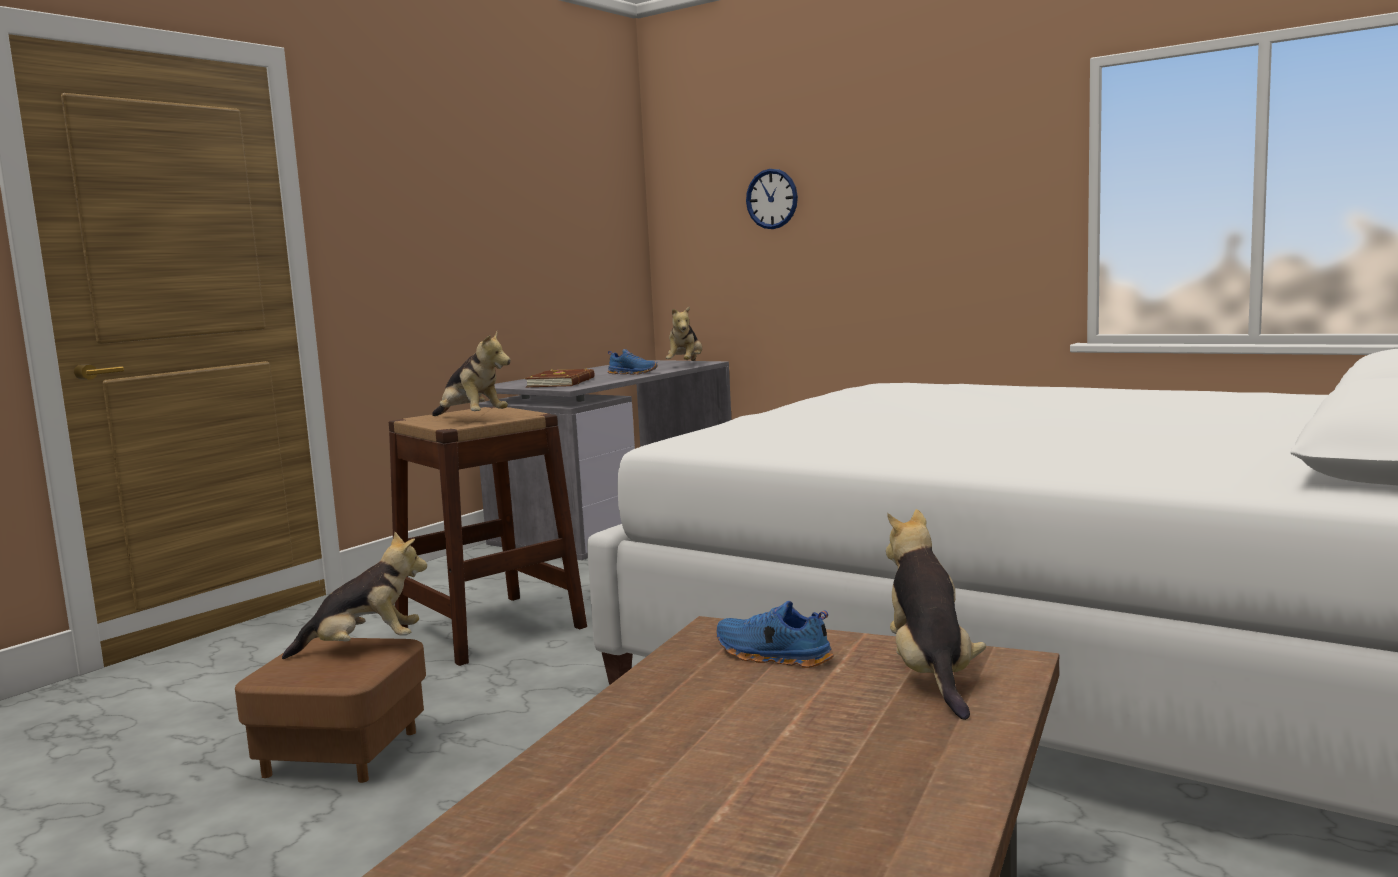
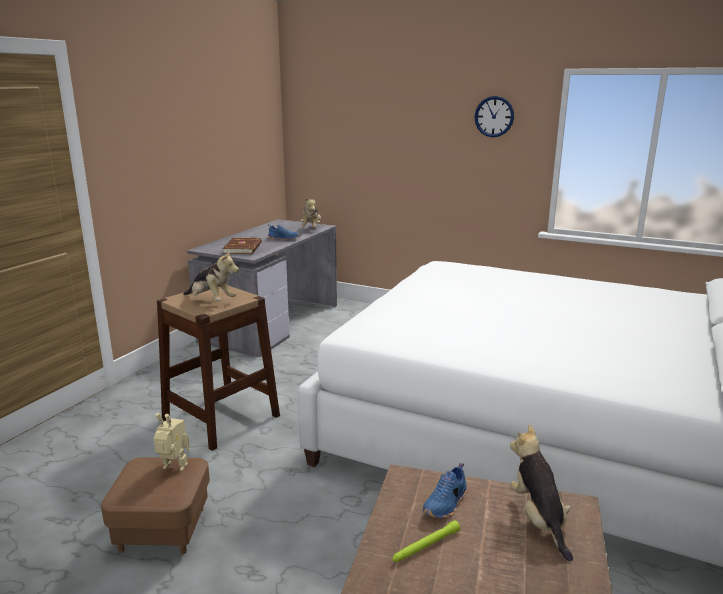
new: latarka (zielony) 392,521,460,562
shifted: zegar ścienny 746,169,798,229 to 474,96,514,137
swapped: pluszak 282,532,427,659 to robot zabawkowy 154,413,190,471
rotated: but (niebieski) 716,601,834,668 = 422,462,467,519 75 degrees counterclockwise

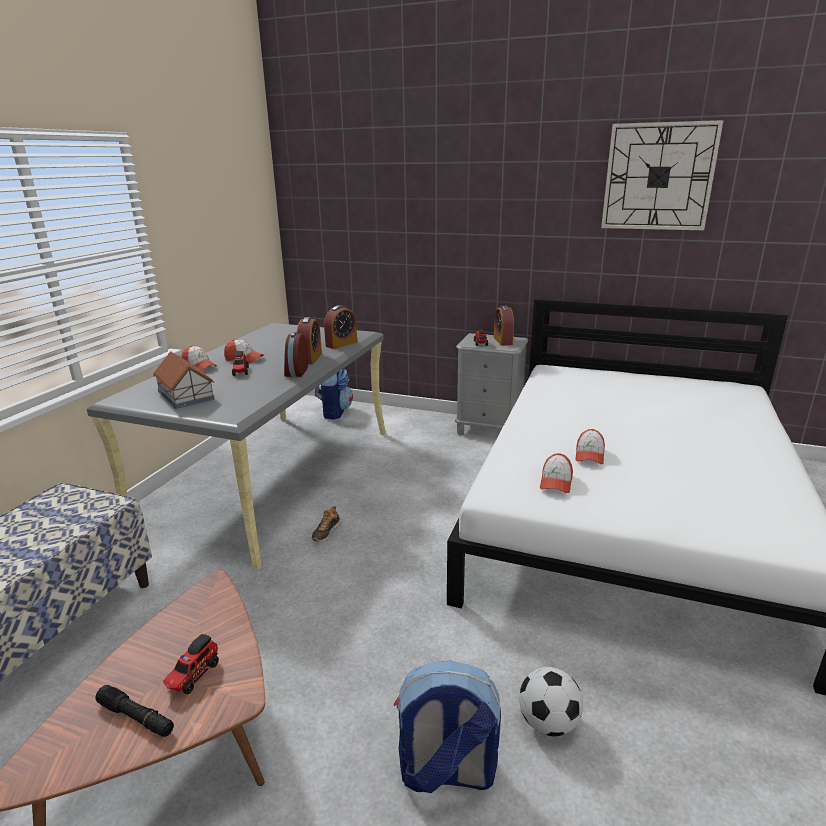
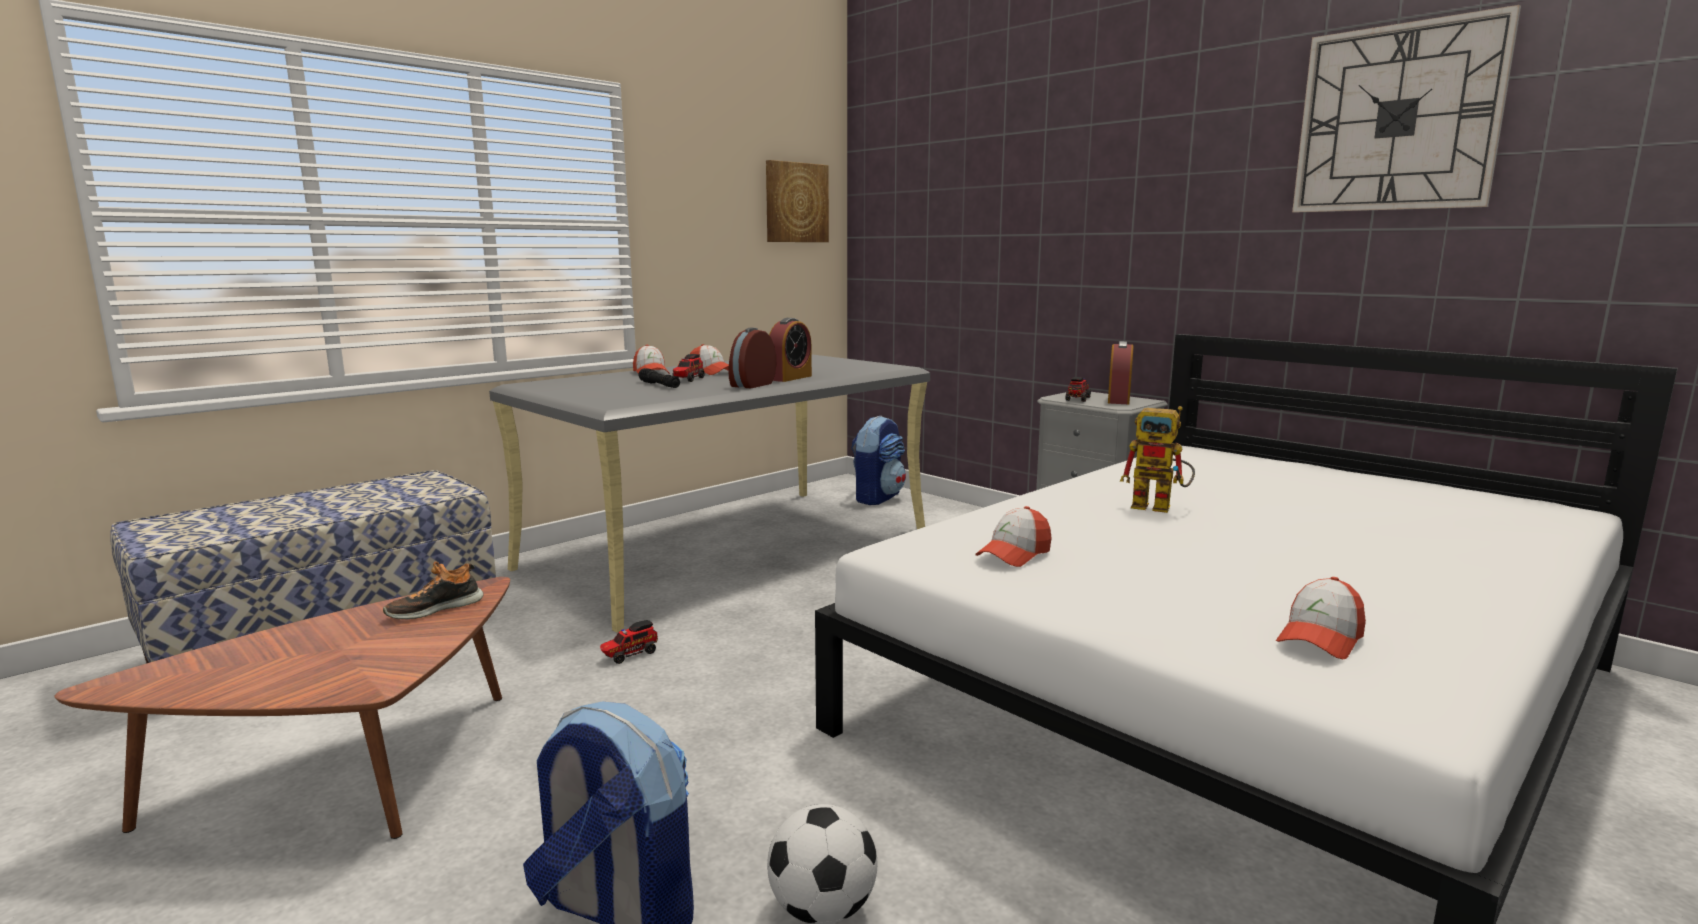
gone: domek 153,351,215,409; budzik 324,305,357,349
new: obraz 766,160,829,242; robot zabawkowy 1120,406,1195,513
shifted: latarka (czarny) 95,685,174,737 to 638,368,680,388; ciężarówka zabawkowa 163,634,219,694 to 600,620,658,664; but 312,506,342,542 to 383,562,483,619; czapka z daszkiem 575,429,605,464 to 1276,577,1366,659

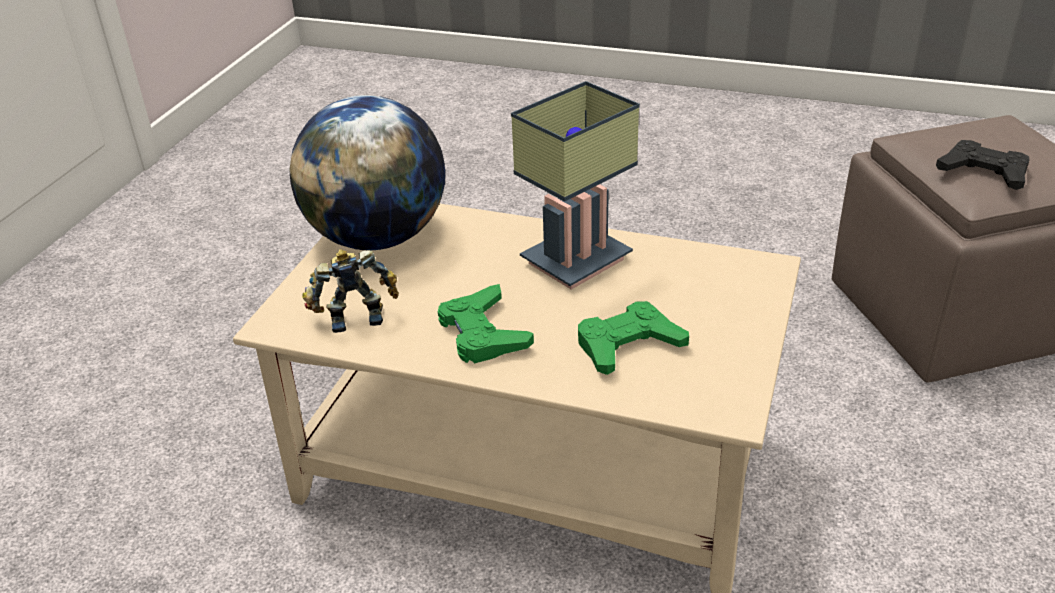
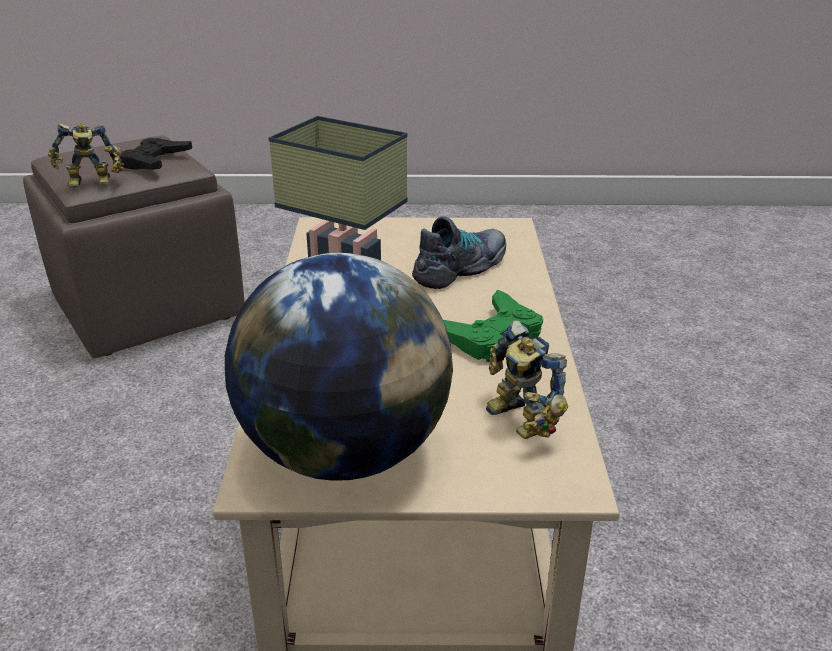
new: robot zabawkowy 48,123,124,188
swapped: pad do gier (zielony) 578,301,689,375 to but 412,216,506,289

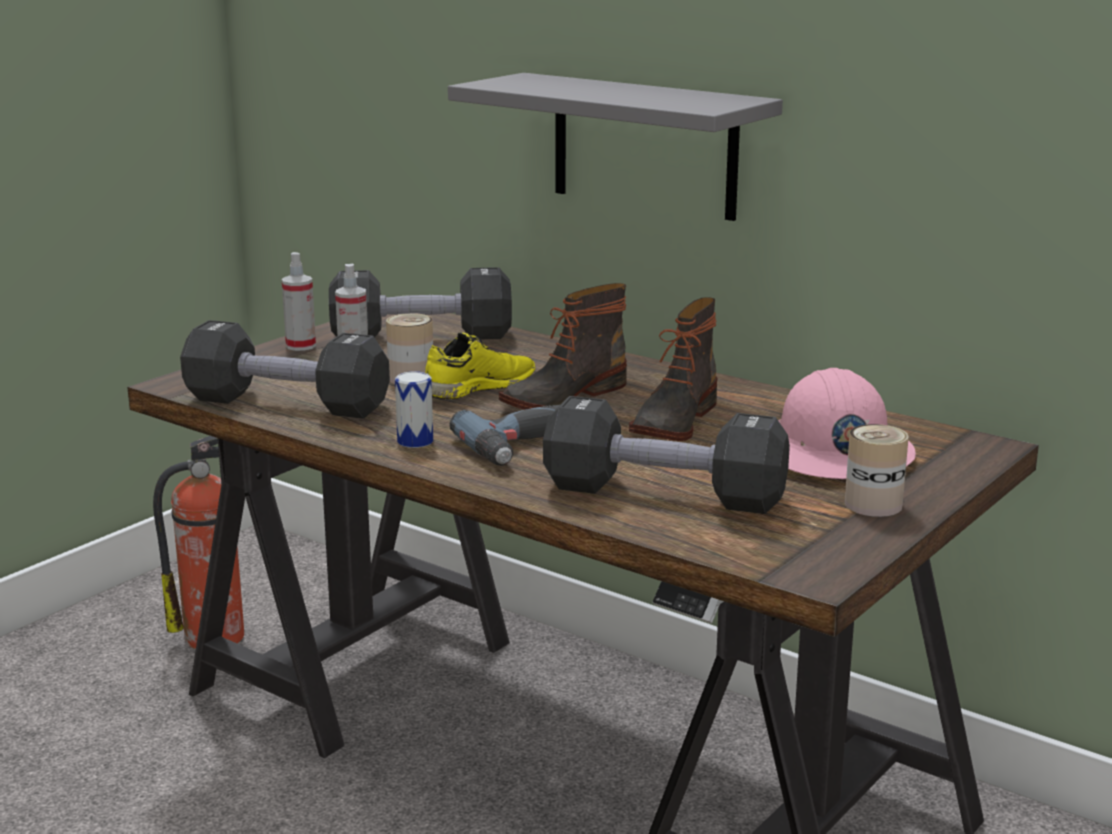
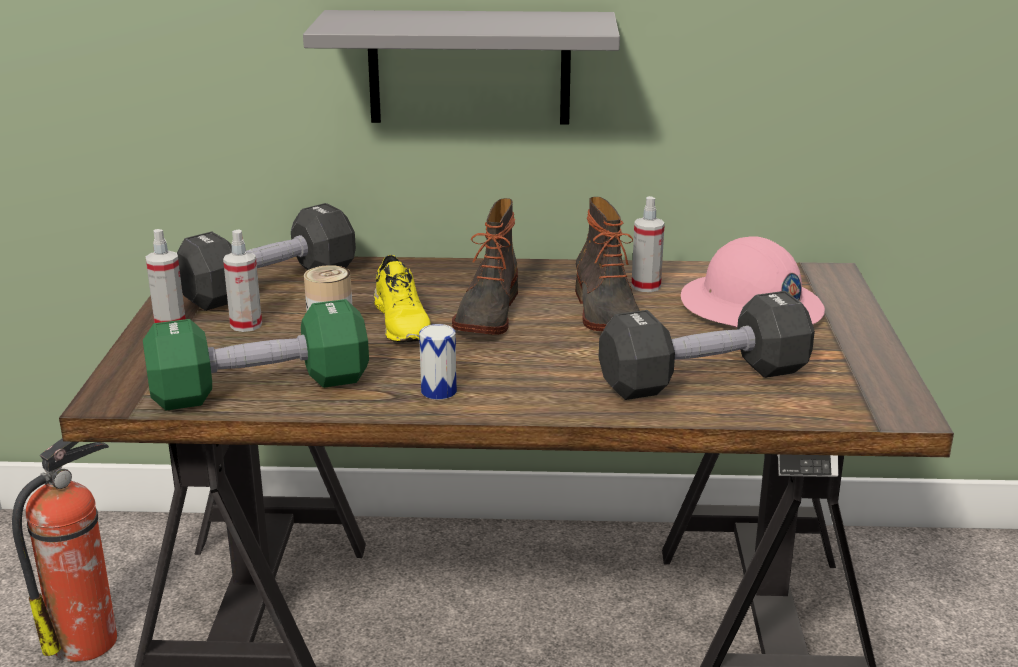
gone: wiertarka 449,405,560,466; puszka 845,424,909,517
new: spryskiwacz 631,196,665,292
repainted: hantel (czarny) 180,320,390,419 to hantel (zielony) 143,299,369,411
rotated: but (żółty) 425,332,535,399 = 374,255,431,342 150 degrees clockwise

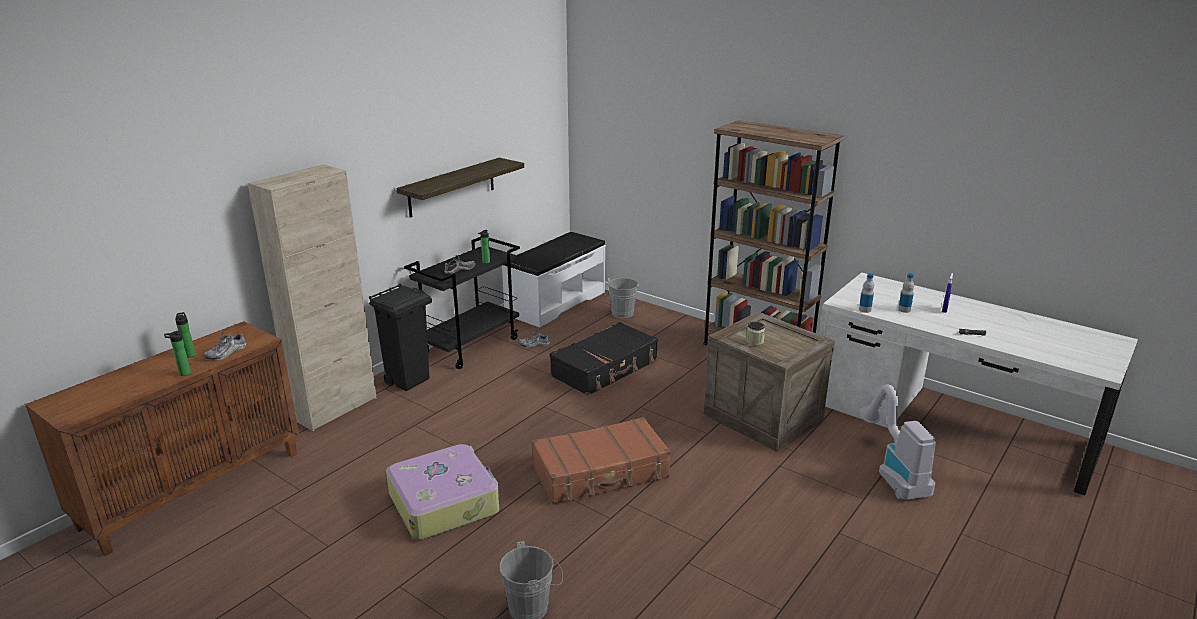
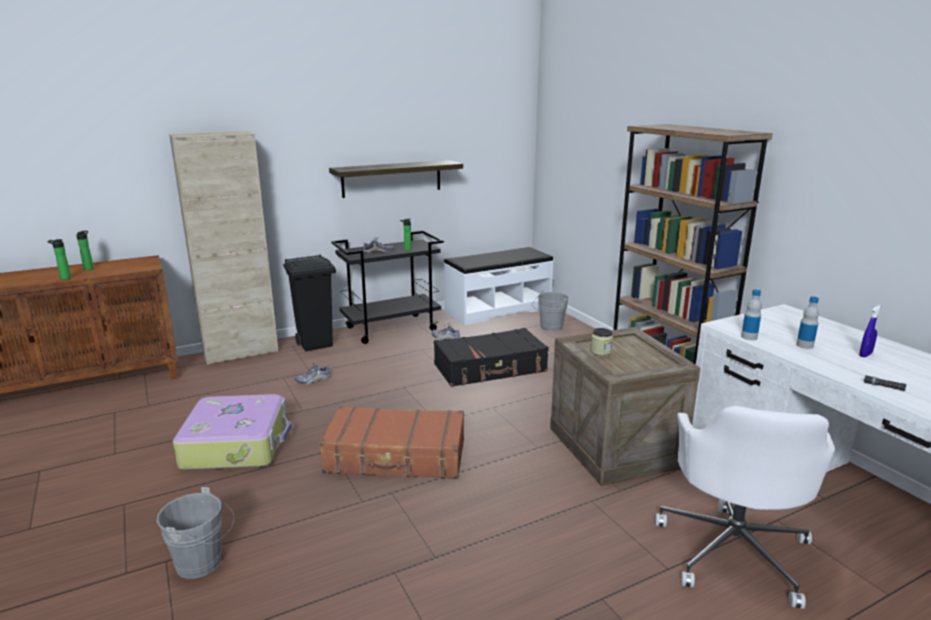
shifted: but 203,332,247,360 to 295,363,330,385
swapped: odkurzacz 860,384,936,499 to krzesło biurowe (biały) 655,406,835,609

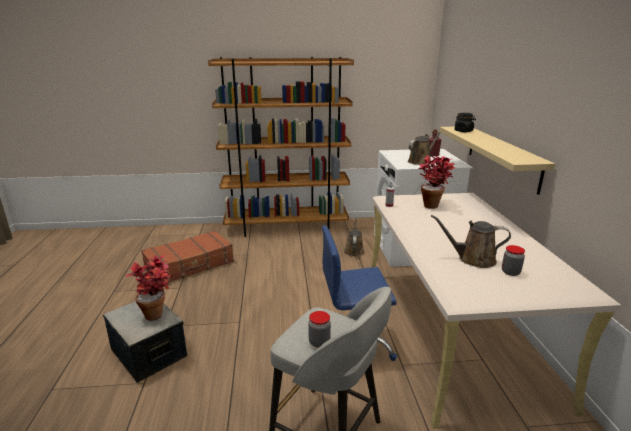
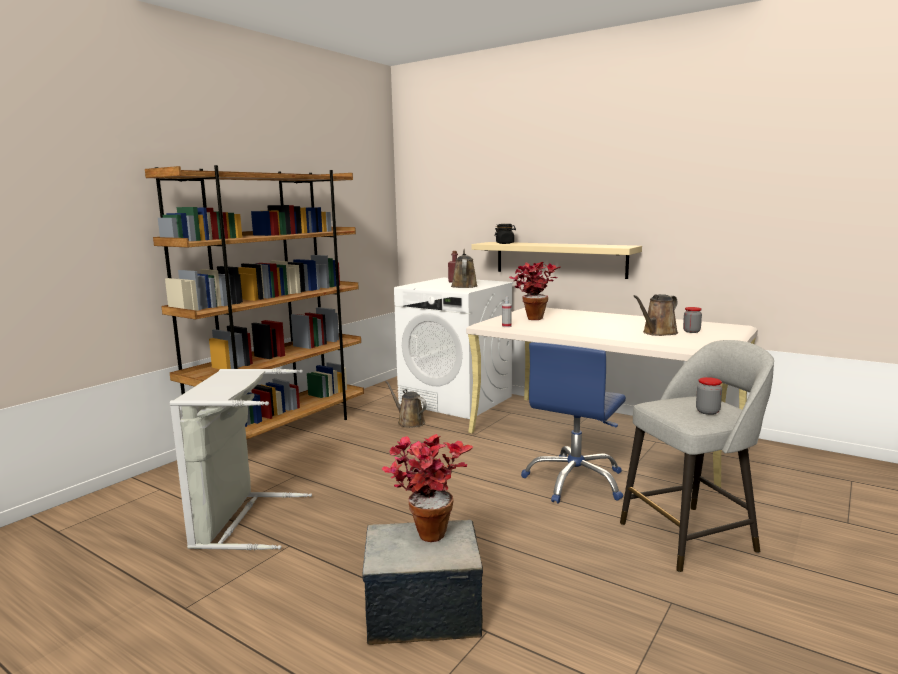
swapped: walizka (brązowy) 141,230,234,283 to kosz na pranie (szary) 170,368,312,551

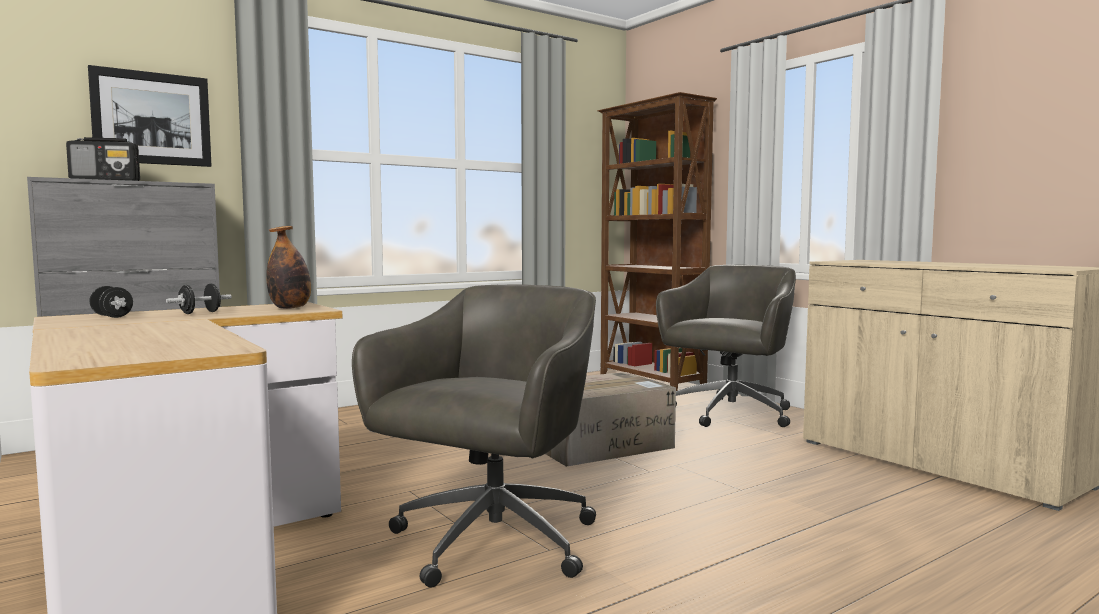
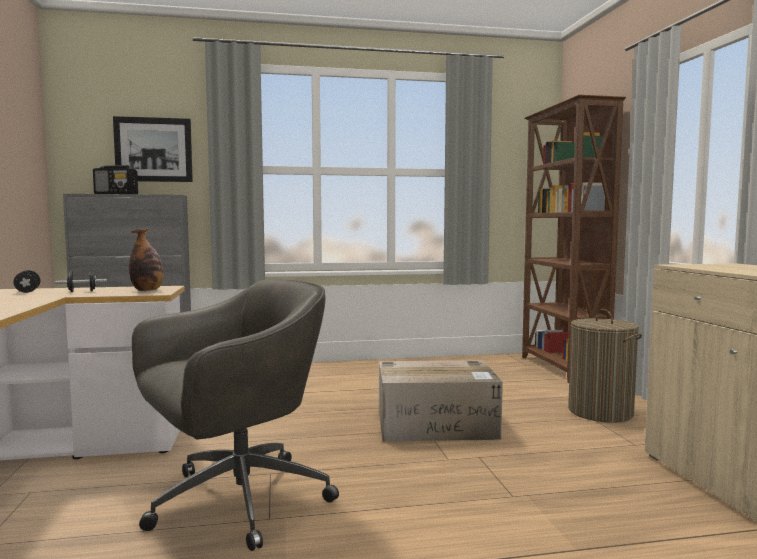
swapped: krzesło biurowe (szary) 656,265,796,427 to kosz na pranie 568,309,642,423

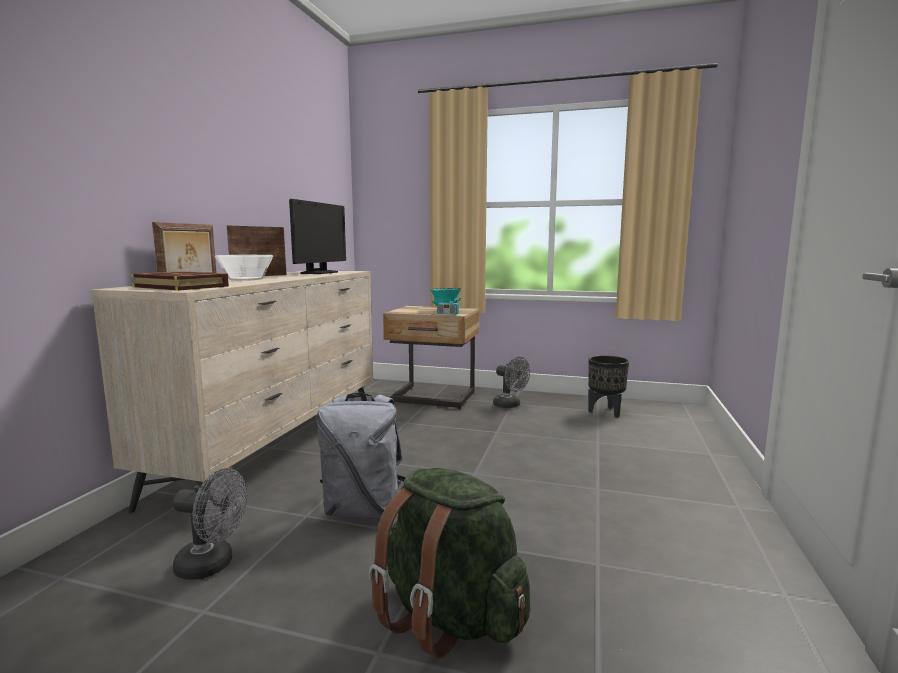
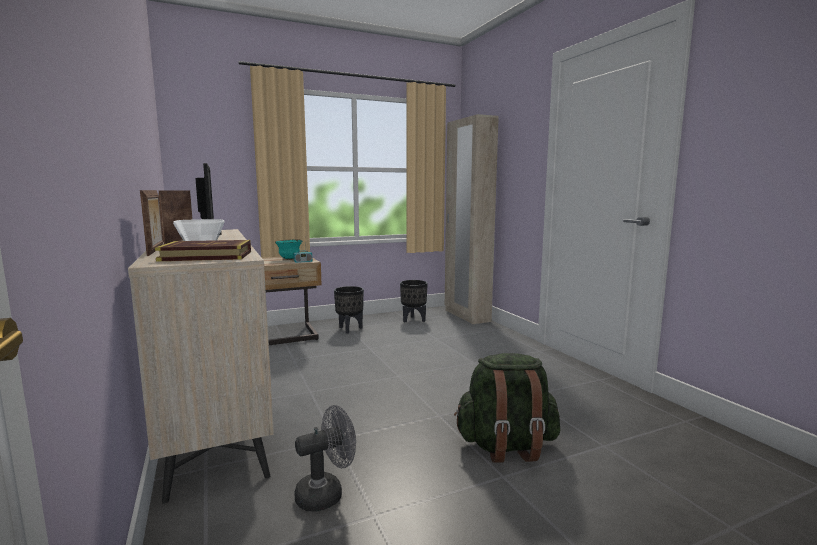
gone: plecak (szary) 317,393,406,517
new: szafa (beżowy) 445,114,499,324
swapped: wentylator (szary) 493,357,530,408 to donica (czarny) 334,286,364,334

